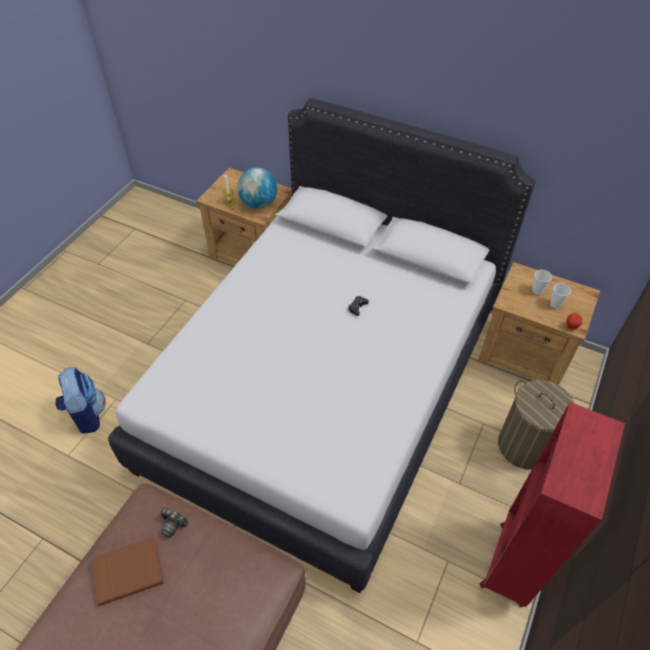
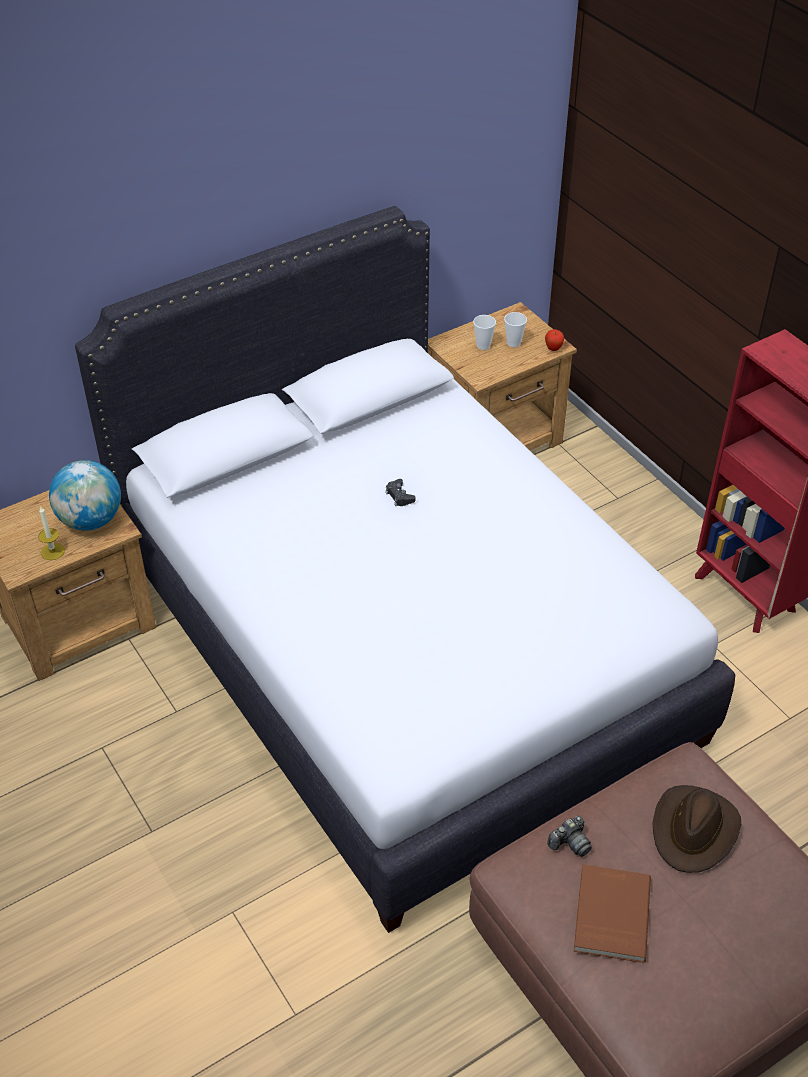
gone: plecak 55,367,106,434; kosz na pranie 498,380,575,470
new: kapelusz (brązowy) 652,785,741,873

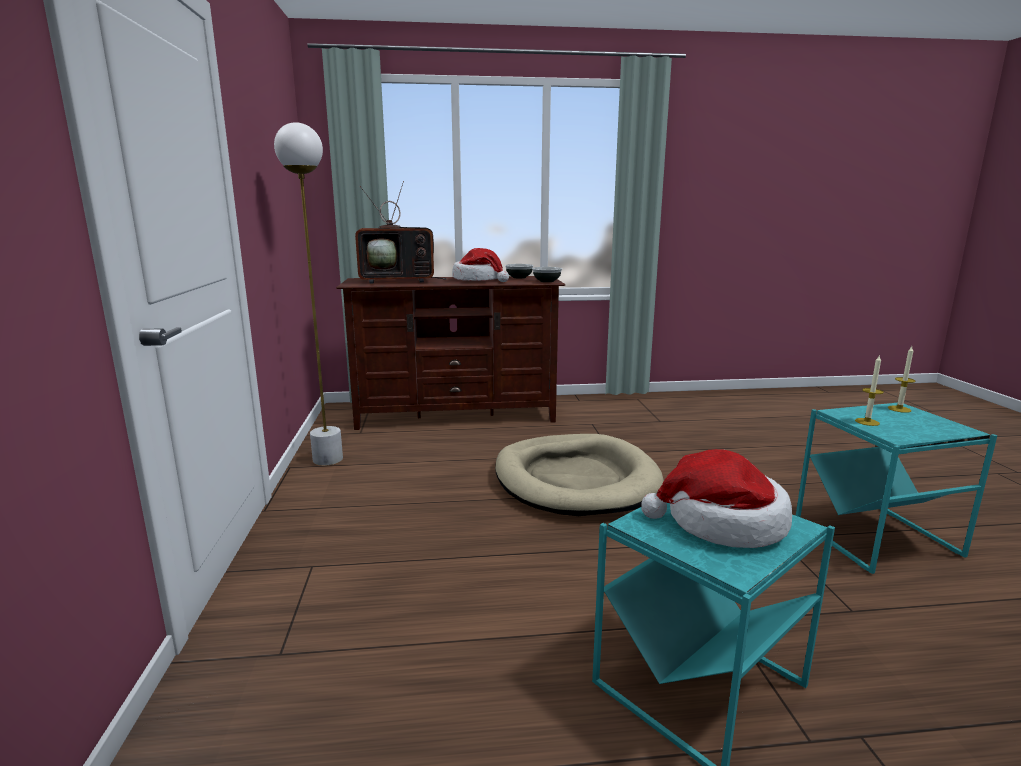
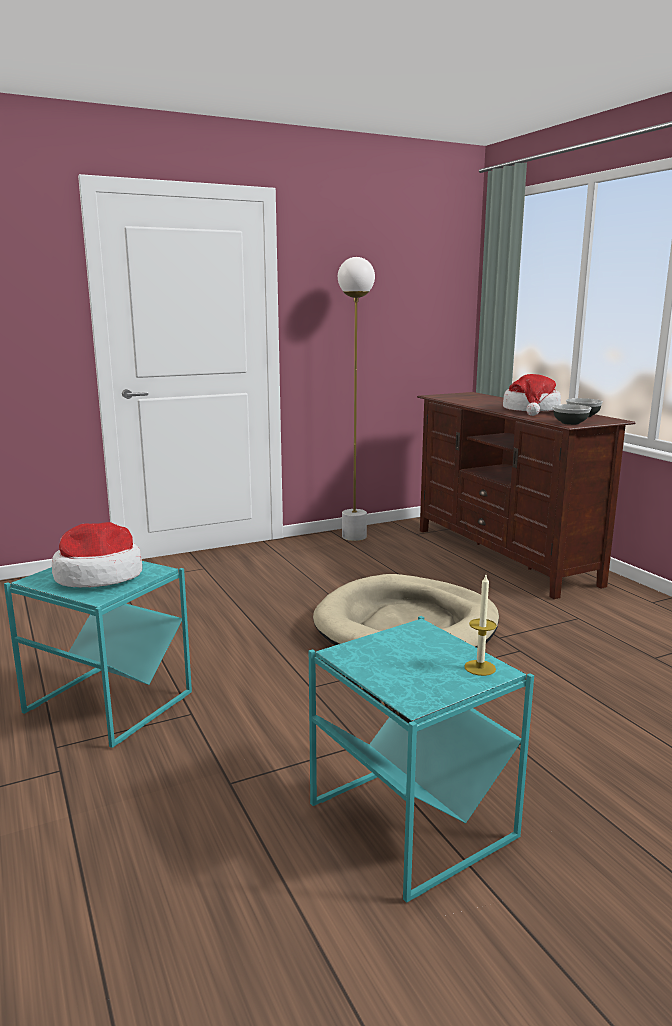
gone: telewizor 355,181,447,284; świeca 855,354,884,426

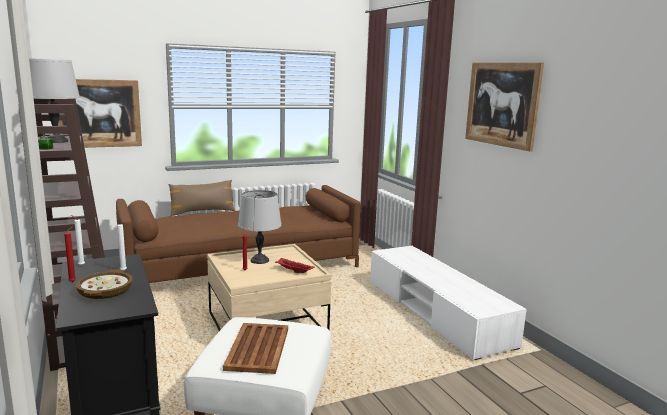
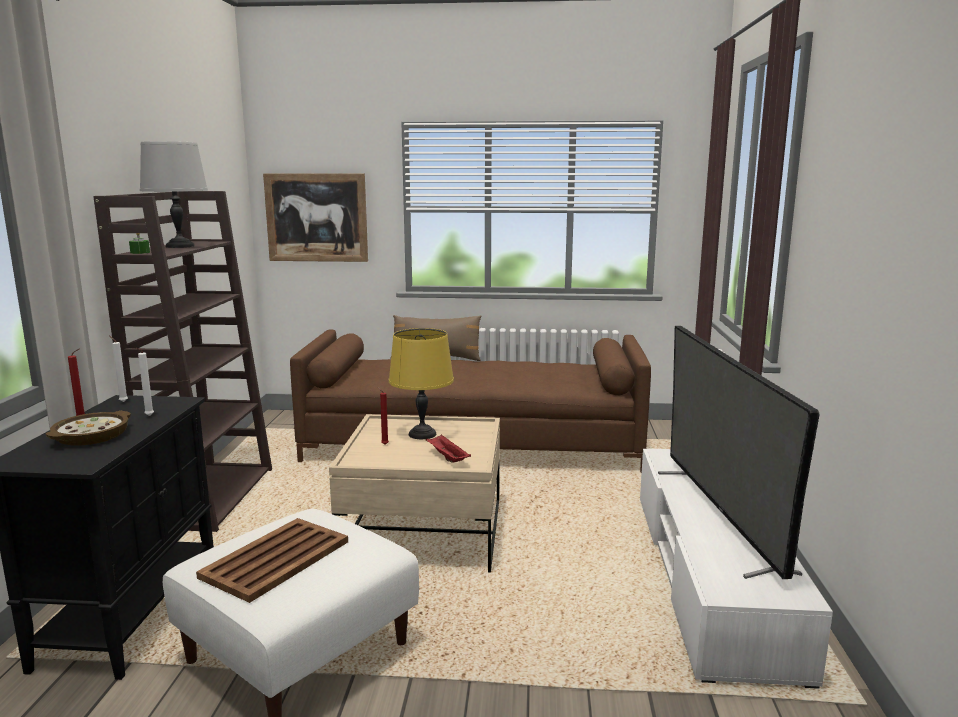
gone: obraz 465,62,544,152
new: telewizor 658,326,820,579
repainted: lampa stołowa (szary) 238,190,281,264 to lampa stołowa (żółty) 389,328,454,439

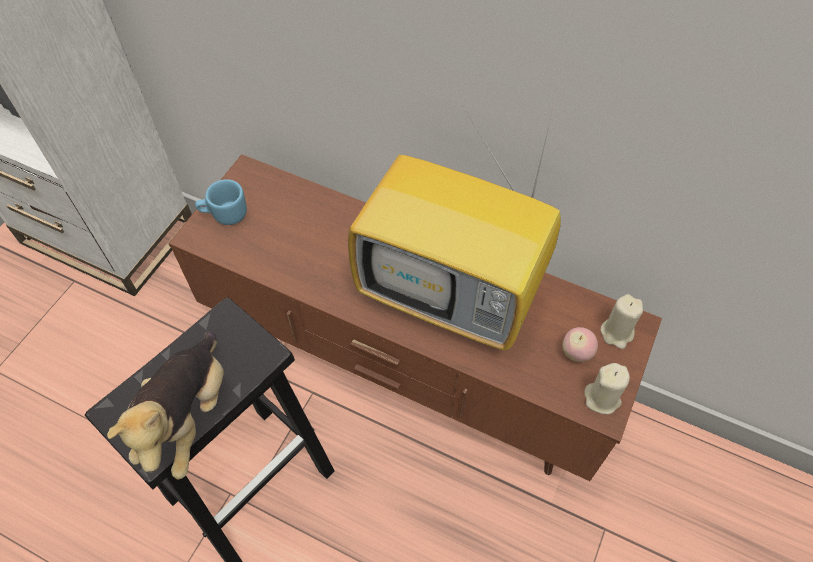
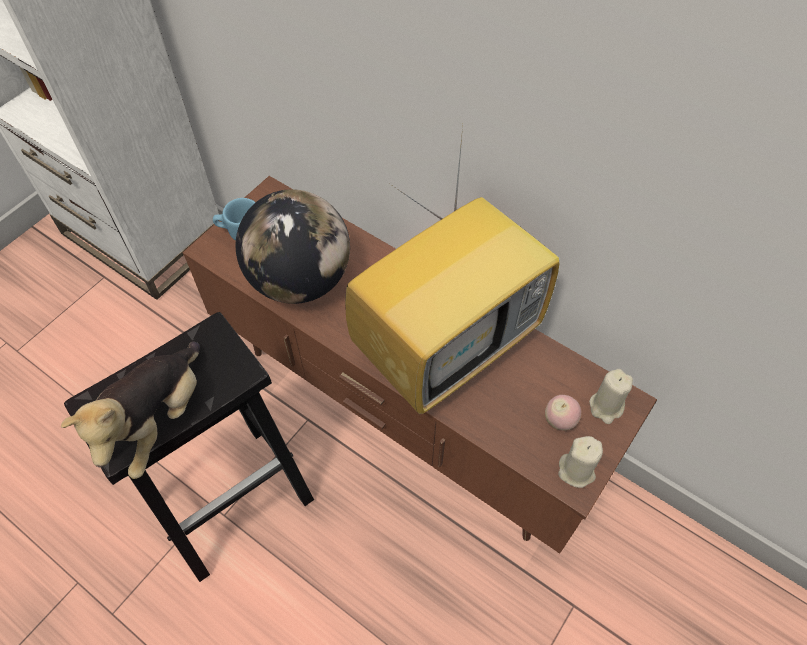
new: globus 235,189,350,304
rotated: telewizor 348,107,561,351 = 345,127,559,414 75 degrees counterclockwise

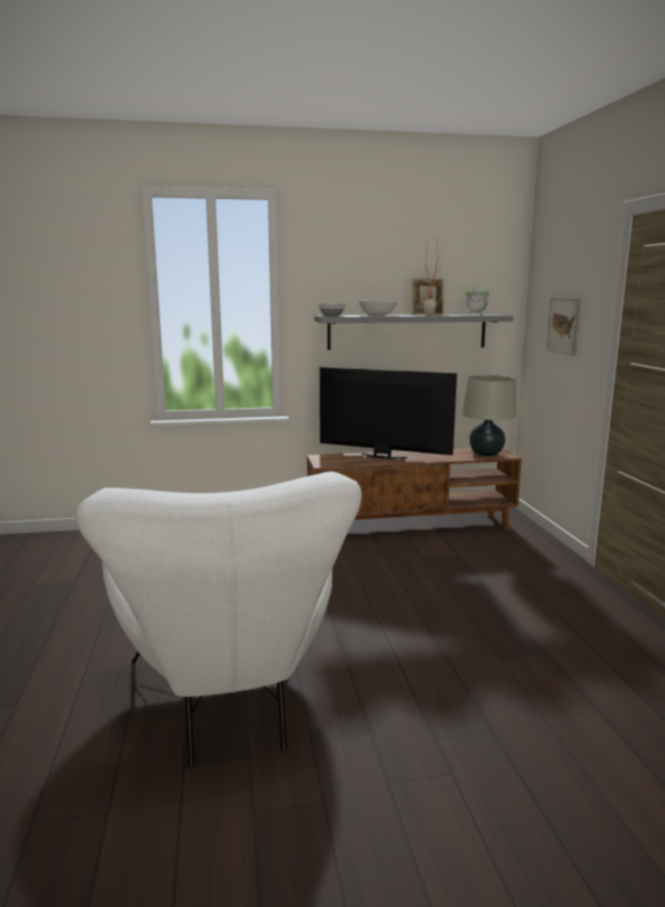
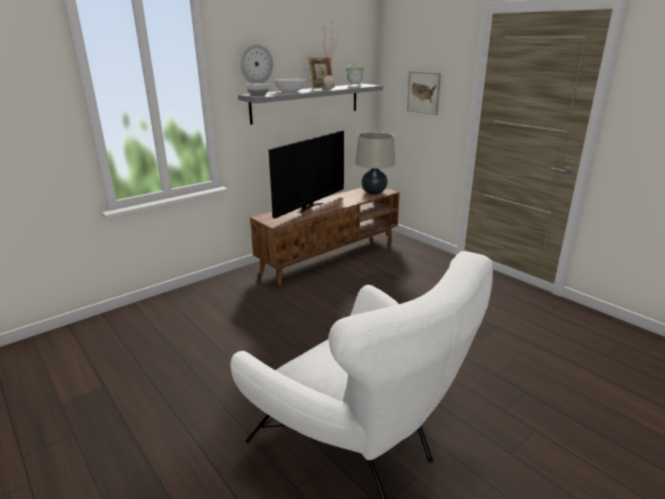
new: zegar ścienny 240,44,273,83
rotated: telewizor 320,367,457,459 = 269,130,344,219 135 degrees clockwise

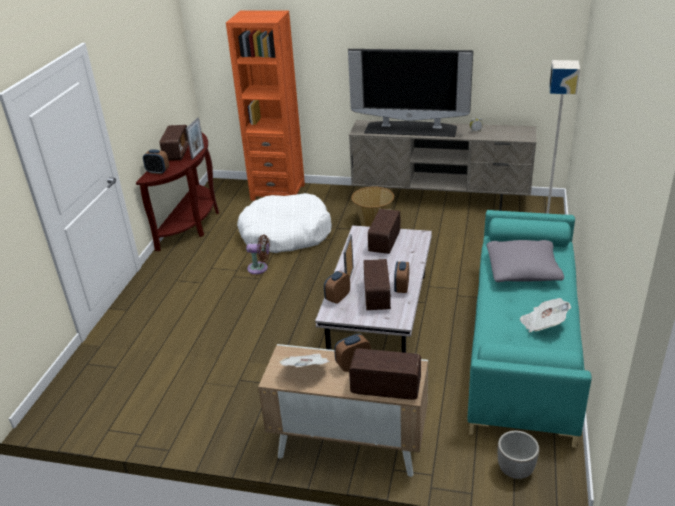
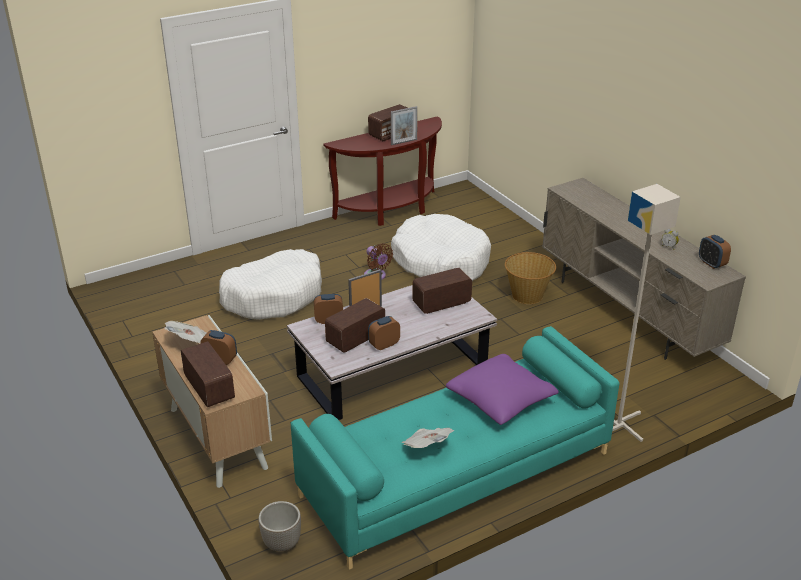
gone: regał (pomarańczowy) 226,10,305,201; telewizor 348,49,473,137
new: legowisko (biały) 219,249,322,320
shifted: budzik 143,149,169,174 to 699,235,731,269
repainted: poduszka (szary) 487,240,564,282 to poduszka (fioletowy) 446,354,559,425

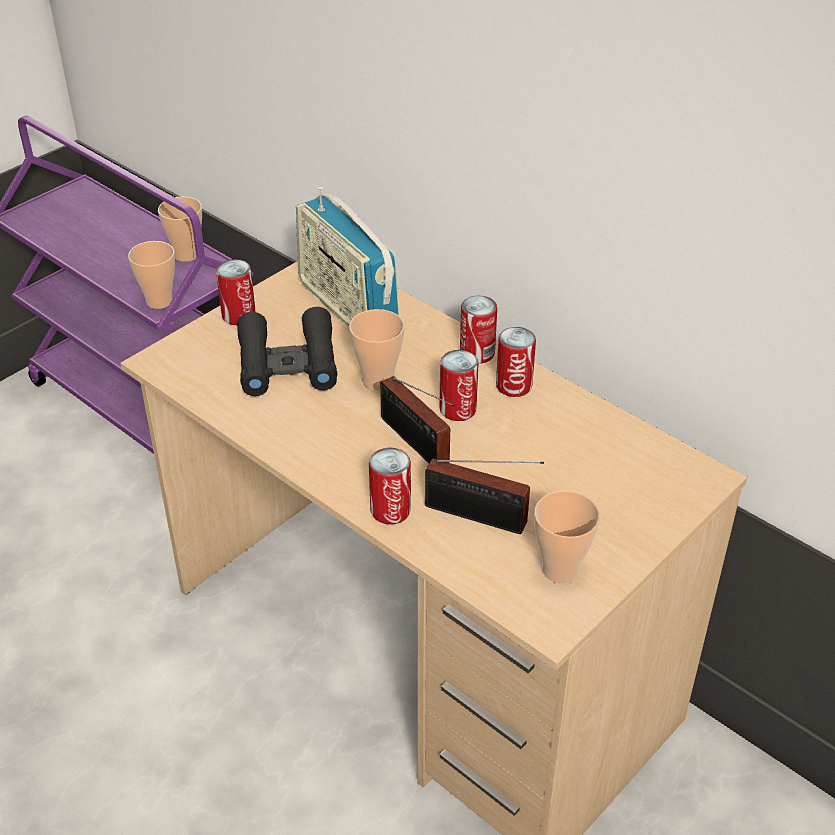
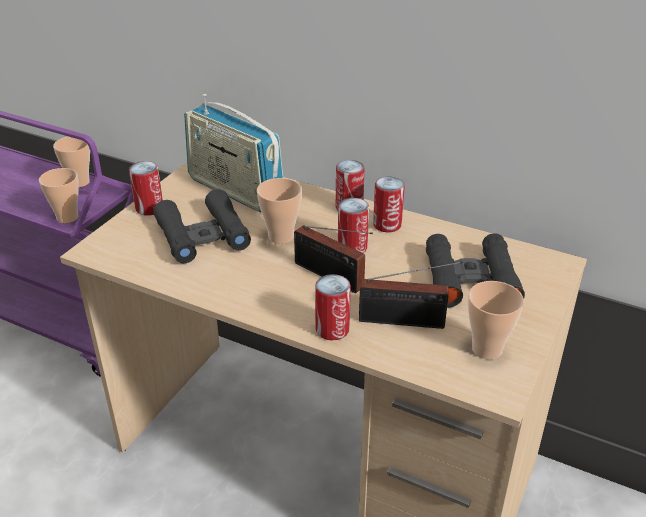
new: lornetka (czarny) 426,233,525,308

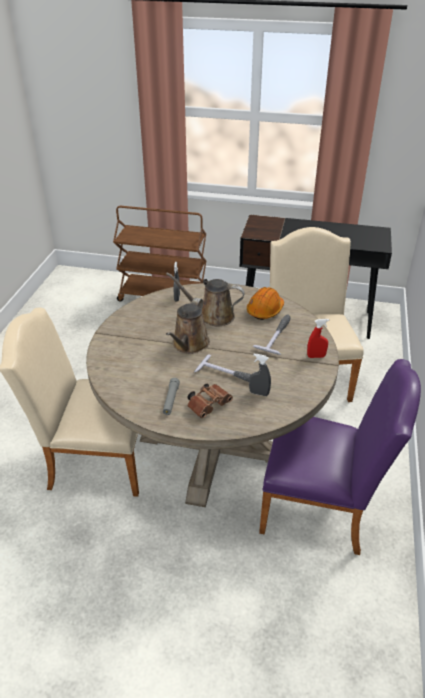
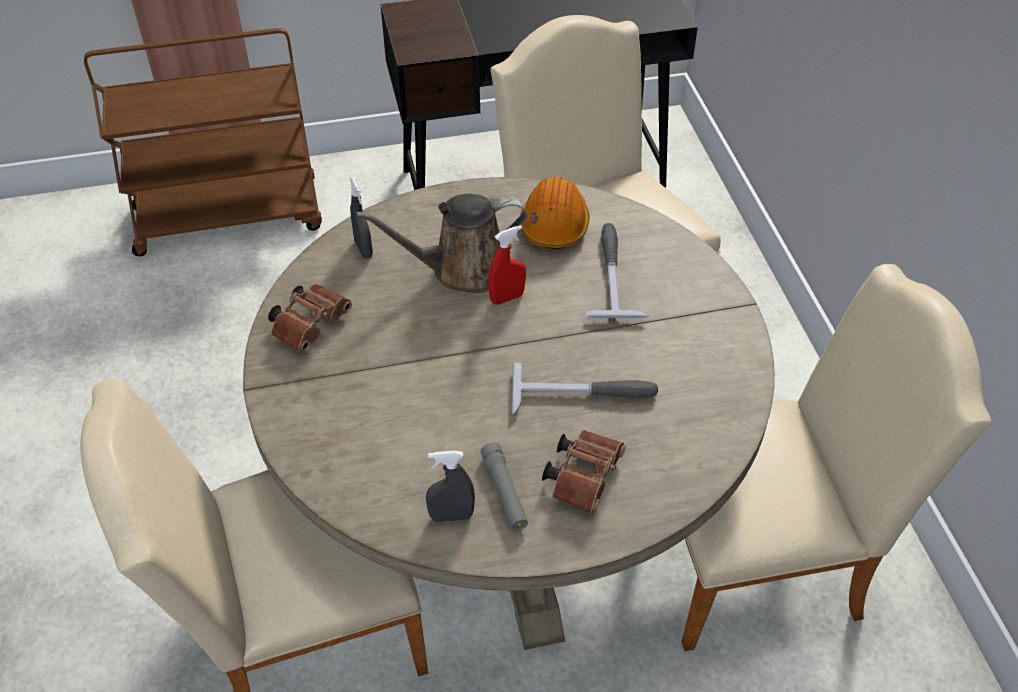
gone: konewka (brązowy) 166,298,210,354
new: lornetka (brązowy) 268,284,352,353
shifted: spryskiwacz (szary) 249,354,271,396 to 426,450,475,522; spryskiwacz (czerwony) 307,319,329,358 to 488,225,526,305
repainted: krzesło (fioletowy) 259,359,421,555 to krzesło (beżowy) 682,264,992,651

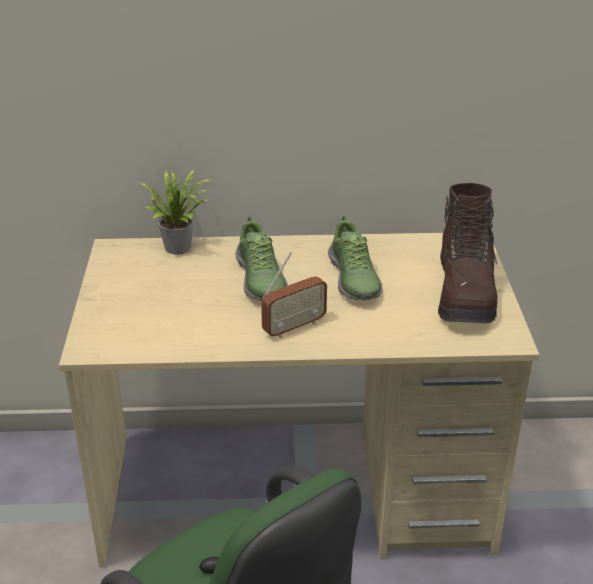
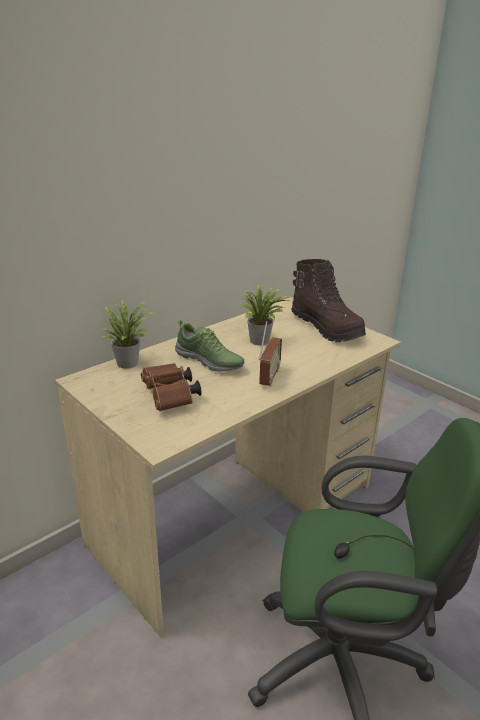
new: lornetka (brązowy) 141,363,202,411
swapped: but 328,215,382,301 to roślina doniczkowa 240,282,290,345

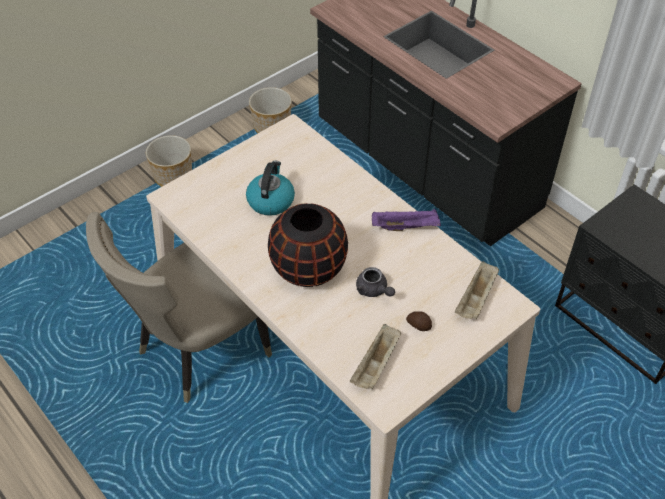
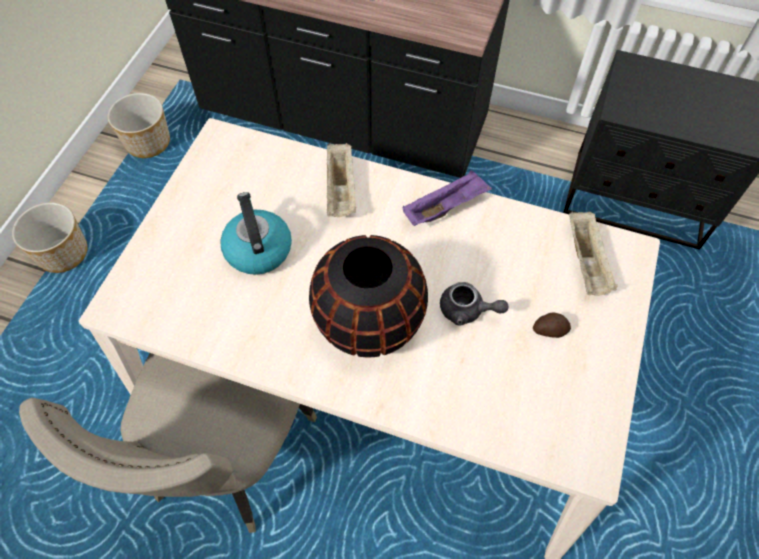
shifted: taca (beżowy) 350,324,401,389 to 327,143,356,217

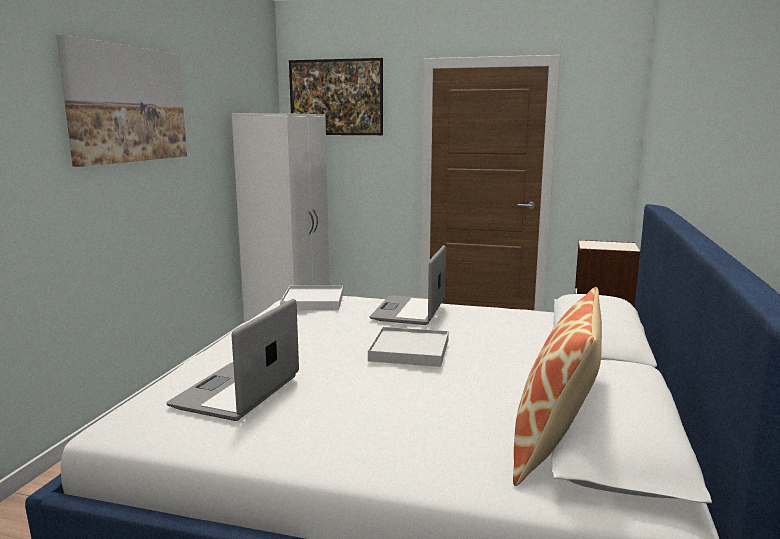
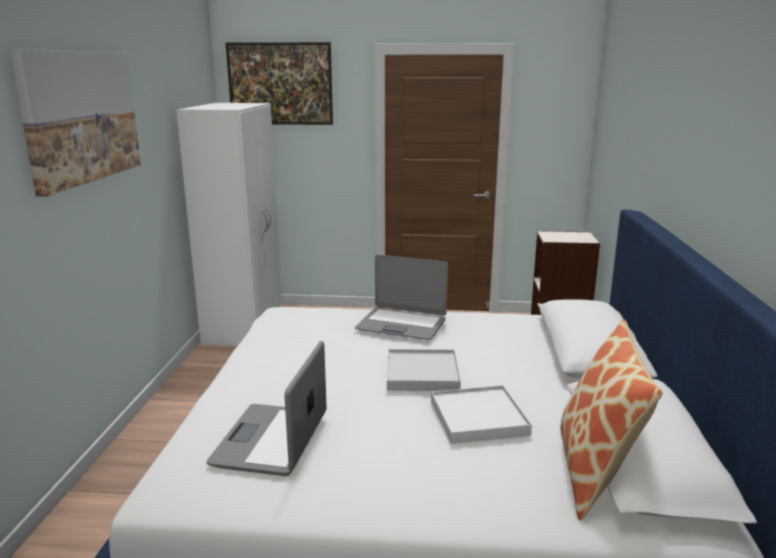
shifted: taca (biały) 280,286,343,310 to 431,385,532,444
rotated: laptop 370,245,446,325 = 355,255,448,340 75 degrees counterclockwise

